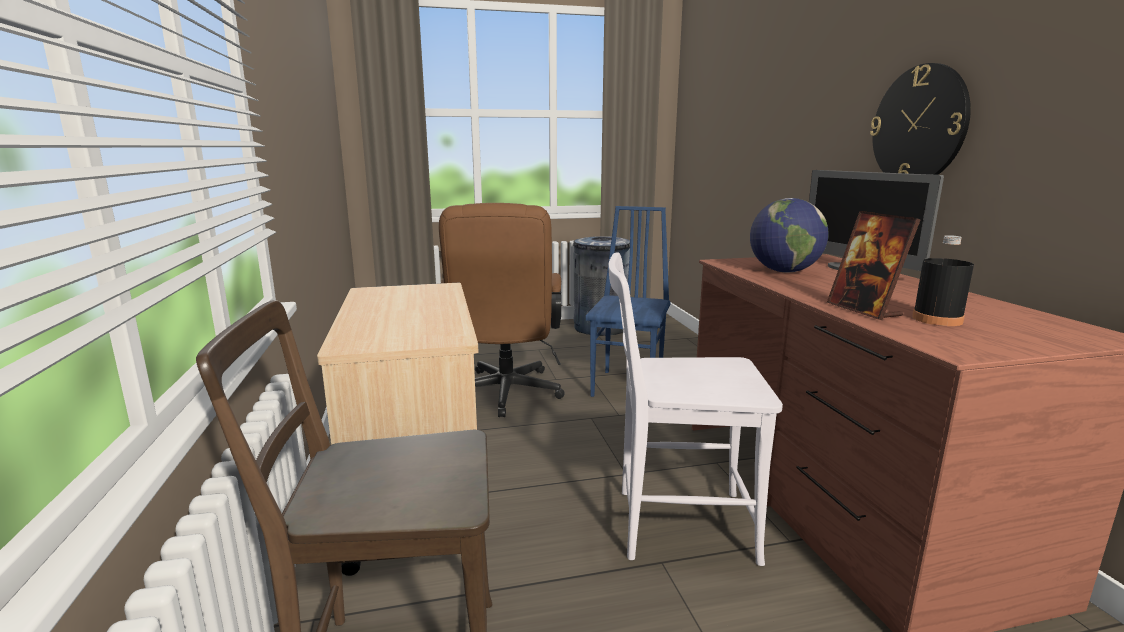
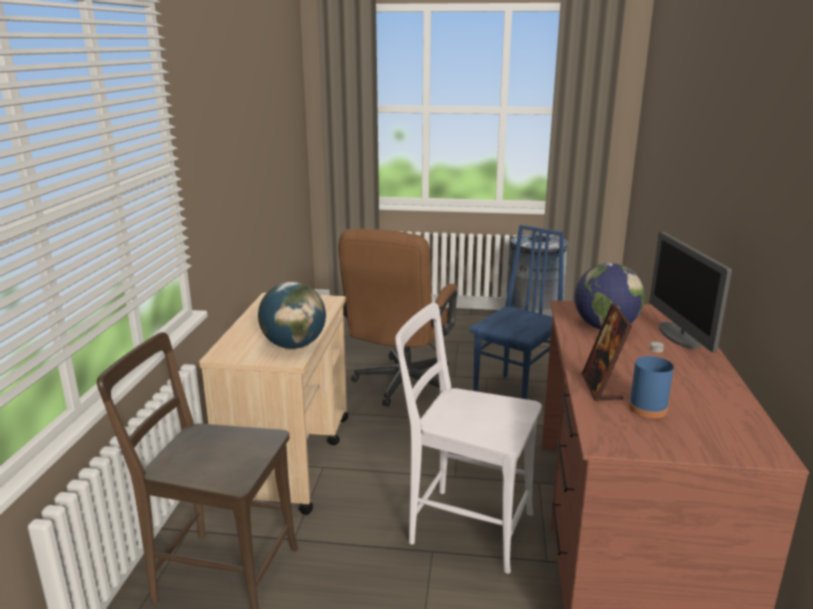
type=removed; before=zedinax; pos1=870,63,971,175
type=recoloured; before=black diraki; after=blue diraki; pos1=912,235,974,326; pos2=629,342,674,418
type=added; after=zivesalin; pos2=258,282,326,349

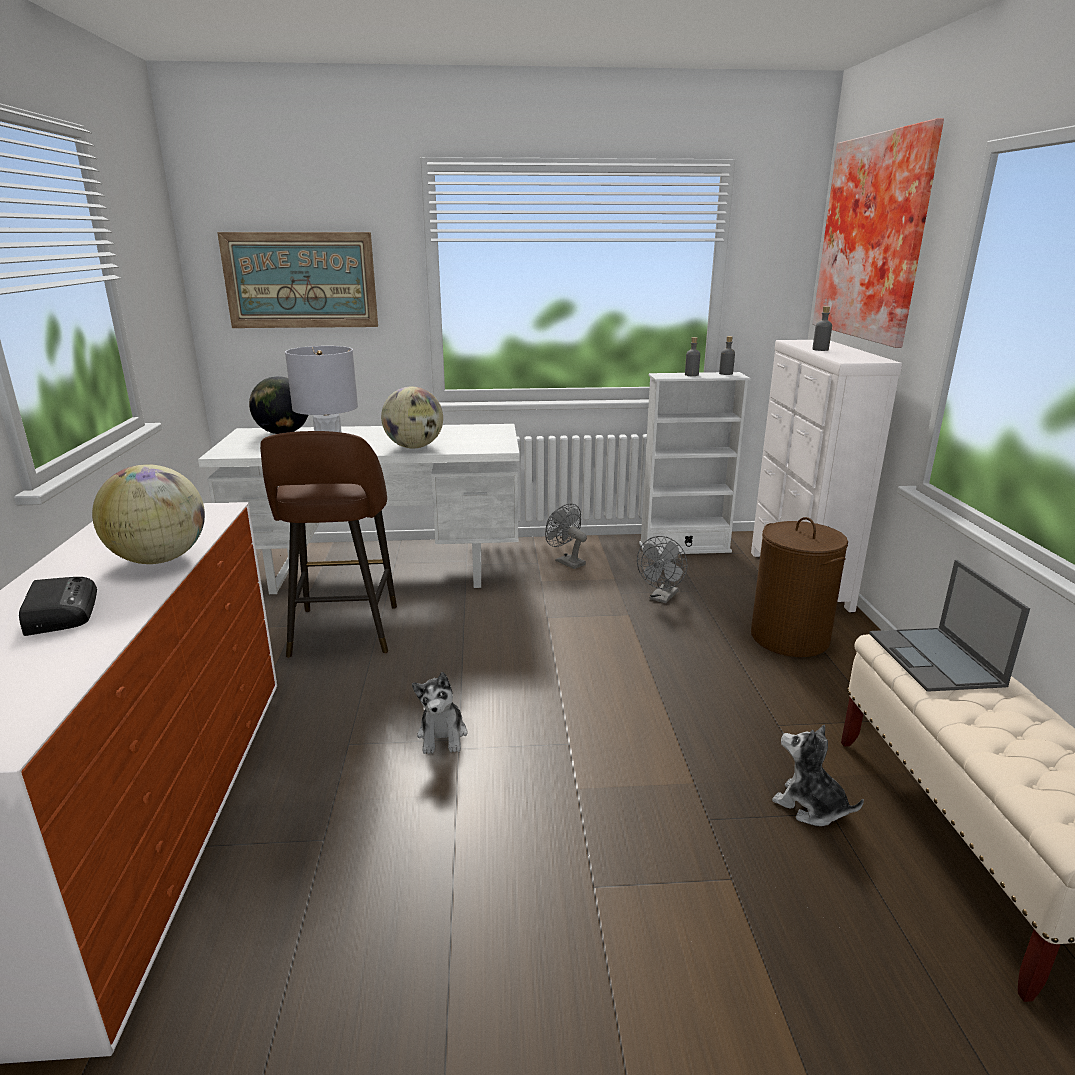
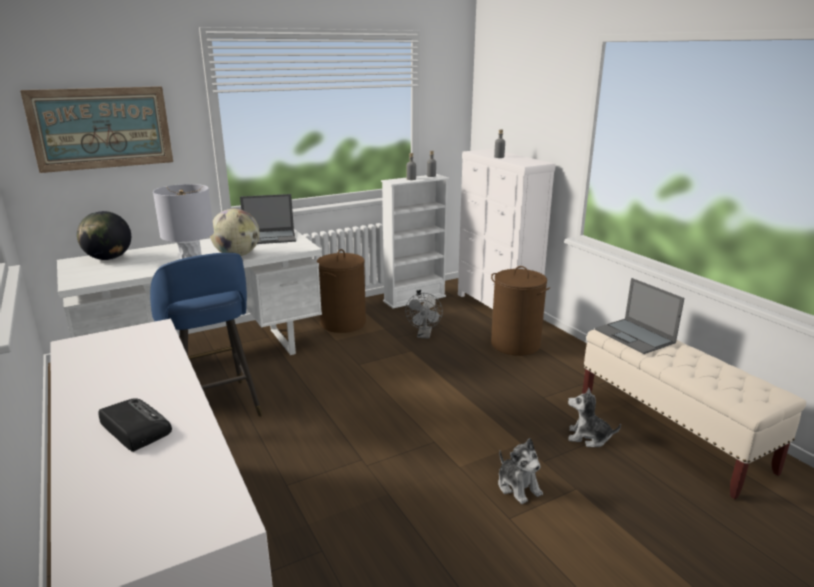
type=removed; before=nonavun; pos1=813,118,944,348
type=recoloured; before=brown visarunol; after=blue visarunol; pos1=260,431,397,658; pos2=150,253,263,417
type=removed; before=zivesalin; pos1=92,464,205,564
type=replaced; before=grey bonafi; after=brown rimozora; pos1=545,504,587,569; pos2=317,249,366,333
type=moved; before=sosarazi; pos1=412,672,468,754; pos2=498,438,543,504
type=added; after=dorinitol; pos2=240,194,296,244

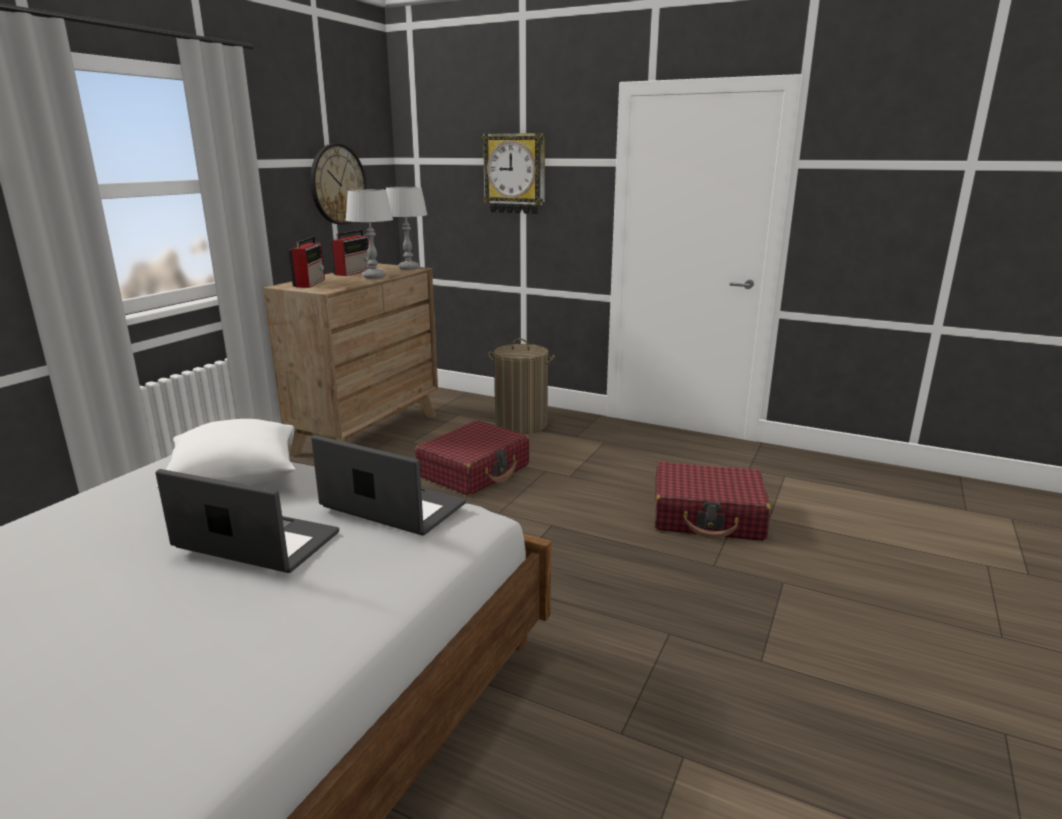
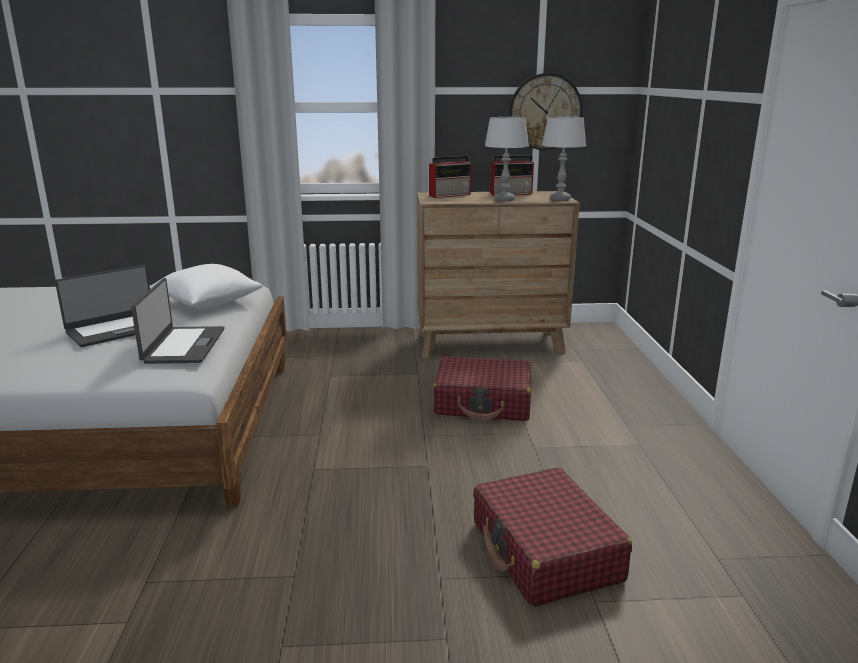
type=removed; before=zedinax; pos1=481,133,545,214
type=removed; before=rimozora; pos1=488,338,555,434
type=turned; before=dorinitol; pos1=156,469,339,573; pos2=55,265,150,347; turn=60

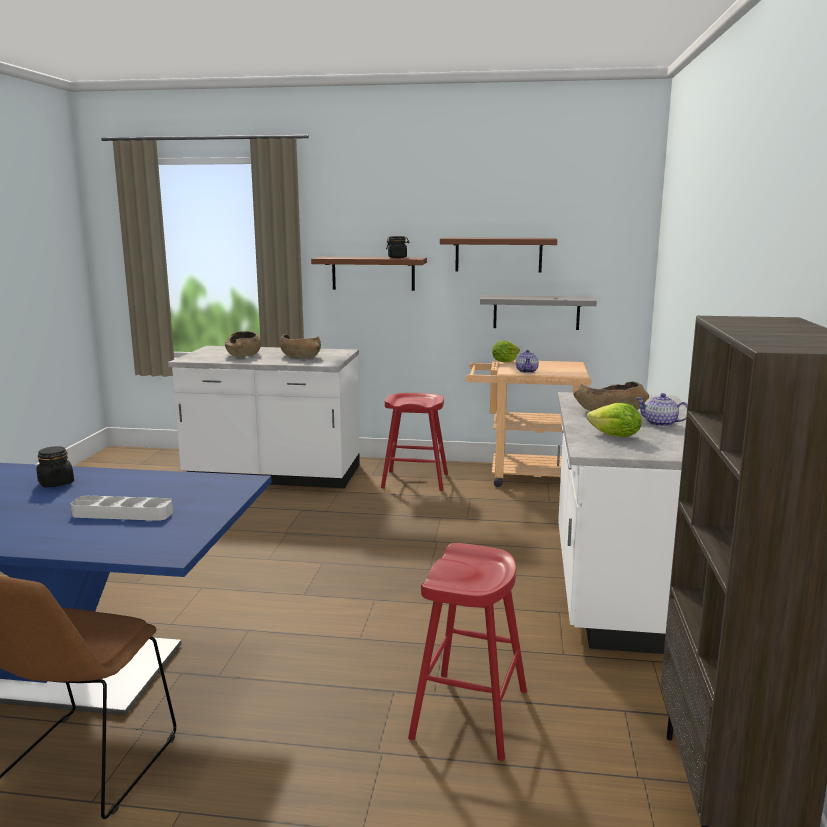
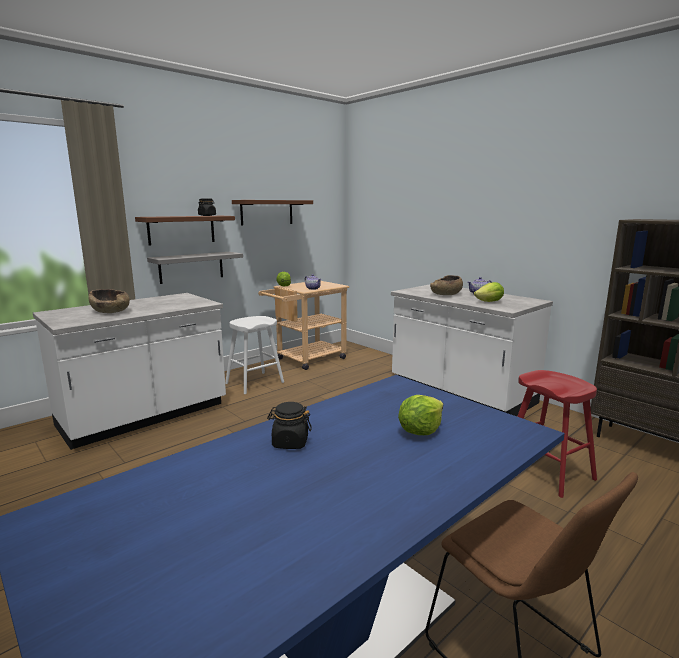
type=moved; before=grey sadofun; pos1=480,295,597,330; pos2=147,252,243,284
type=removed; before=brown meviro; pos1=279,334,321,359
type=recoloured; before=red visarunol; after=white visarunol; pos1=381,393,448,491; pos2=225,316,284,394
type=replaced; before=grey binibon; after=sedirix; pos1=71,496,173,521; pos2=398,395,443,435

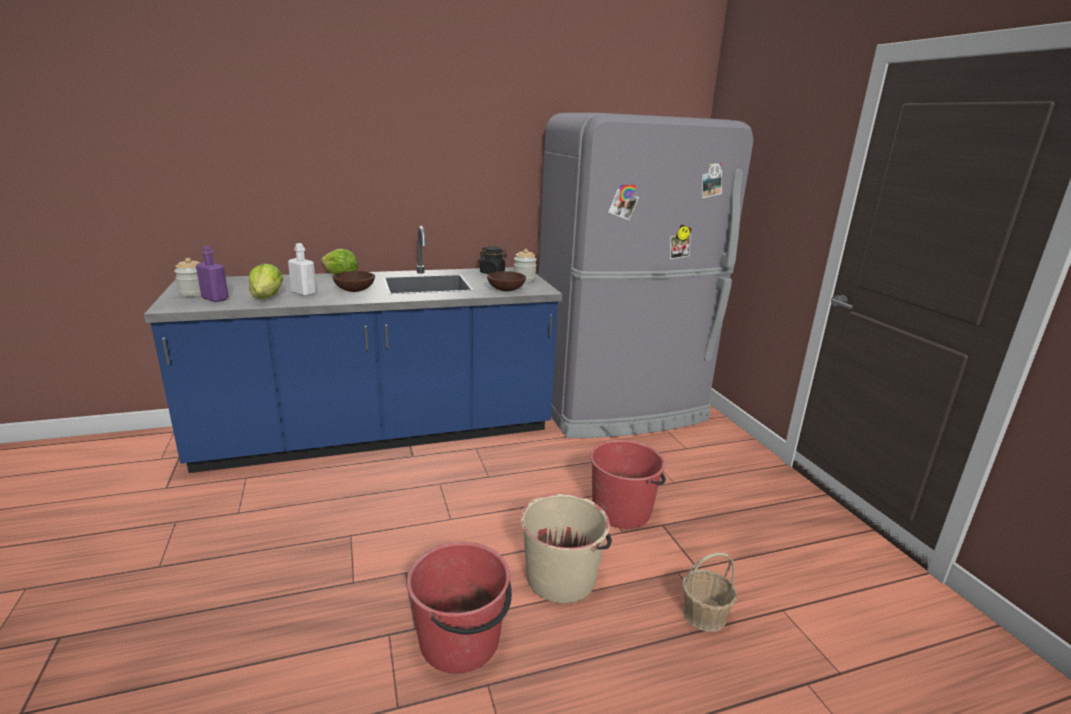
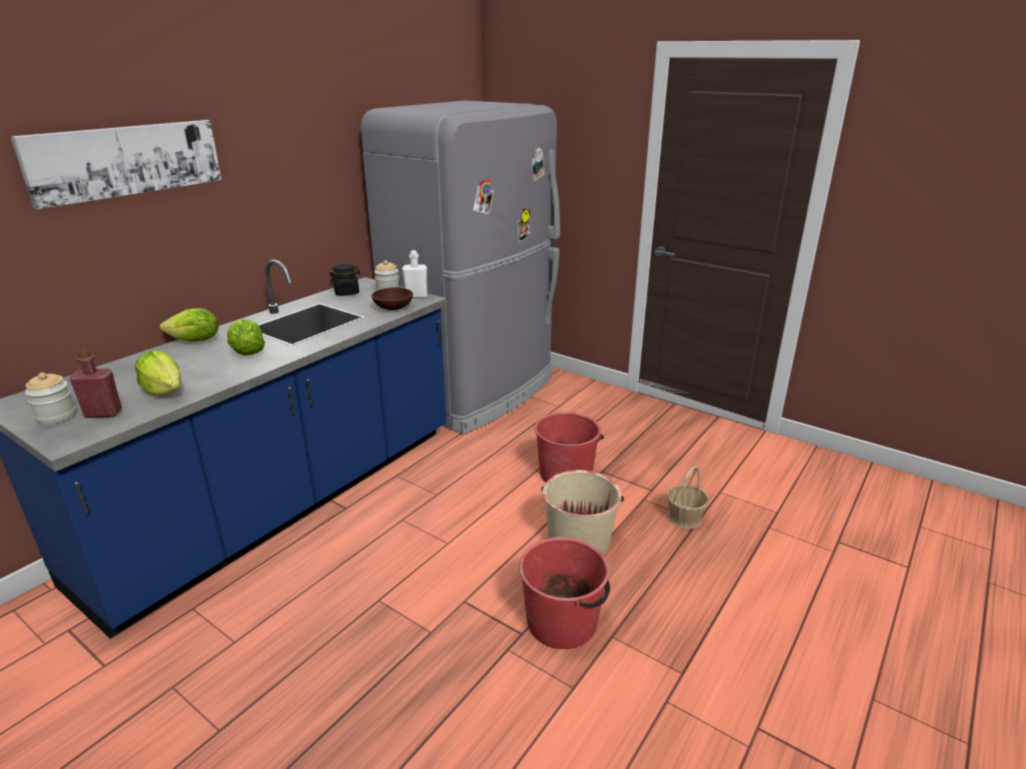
type=moved; before=white diraki; pos1=288,243,316,296; pos2=402,250,428,298
type=recoloured; before=purple diraki; after=red diraki; pos1=196,246,229,302; pos2=70,350,122,418
type=replaced; before=brown meviro; after=sedirix; pos1=332,271,375,292; pos2=227,319,265,355
type=added; after=nonavun; pos2=11,120,221,209

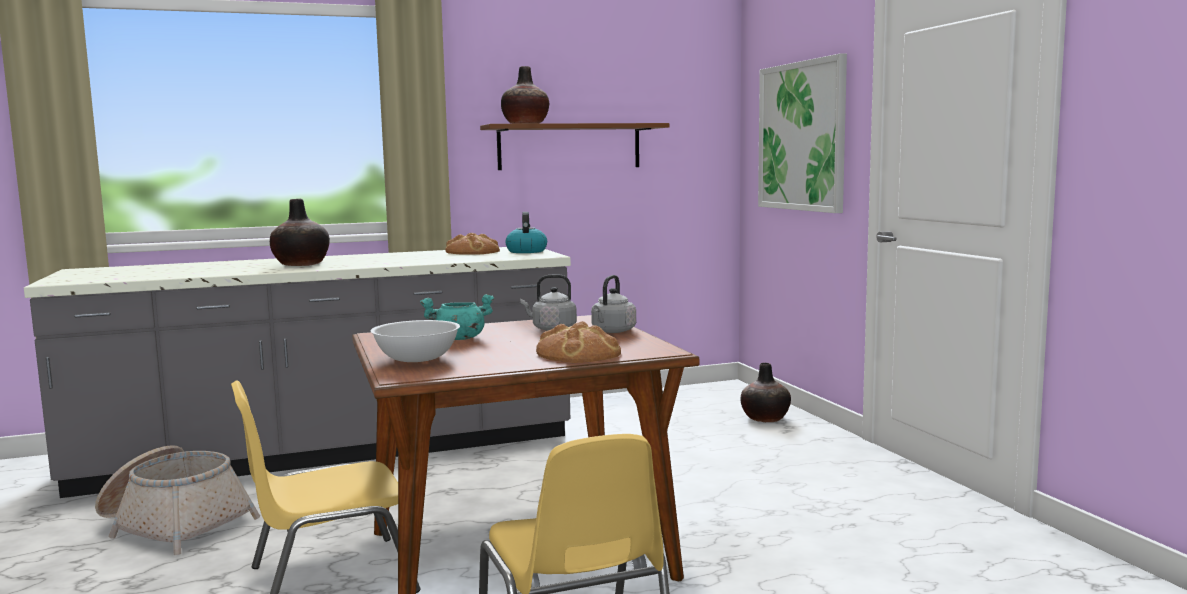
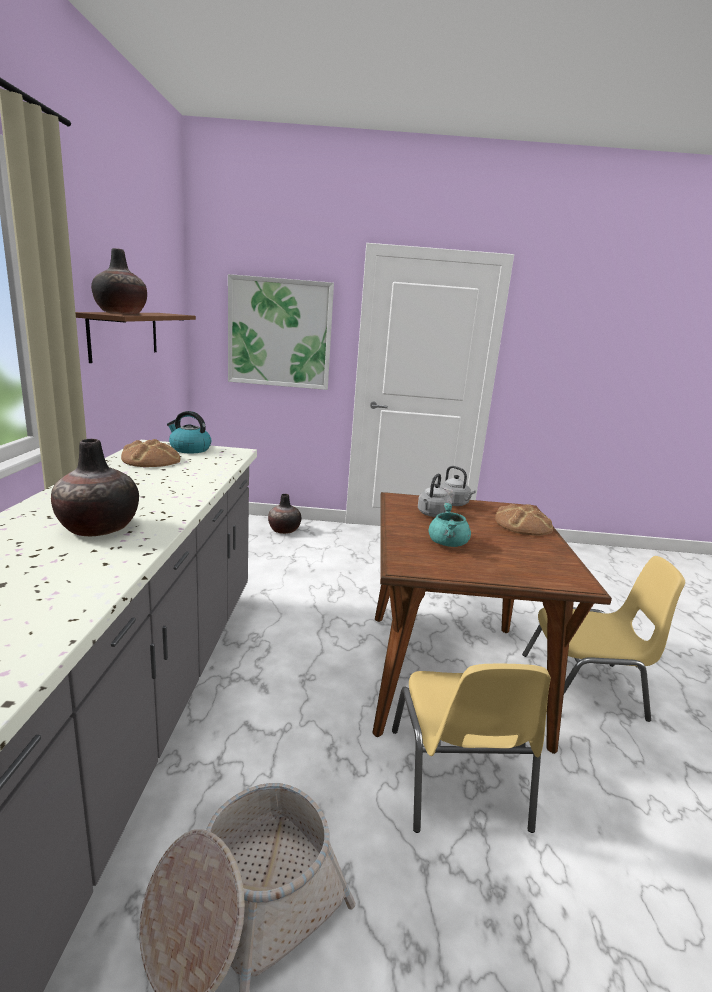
type=removed; before=white meviro; pos1=371,320,460,362

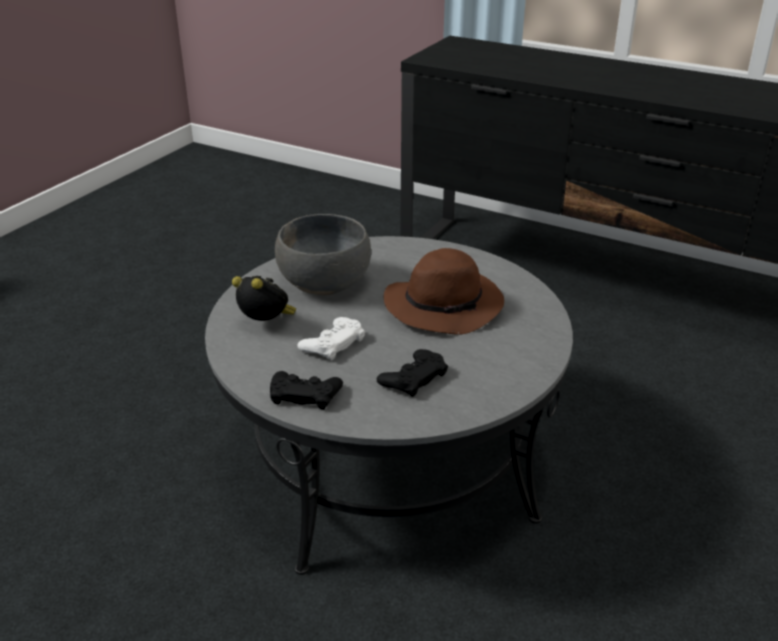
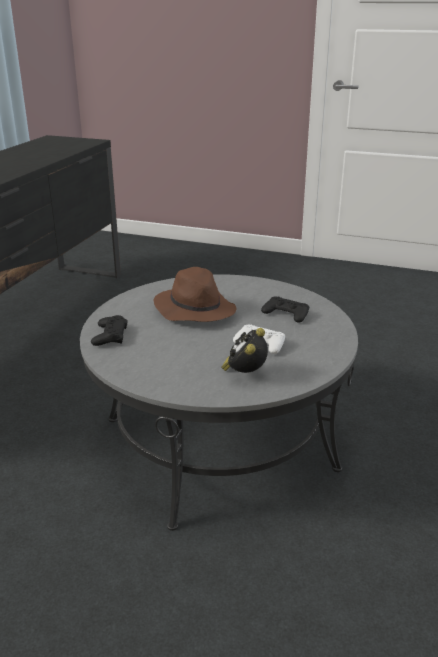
type=removed; before=grey meviro; pos1=275,214,371,295
type=moved; before=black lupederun; pos1=270,371,343,410; pos2=91,315,128,346

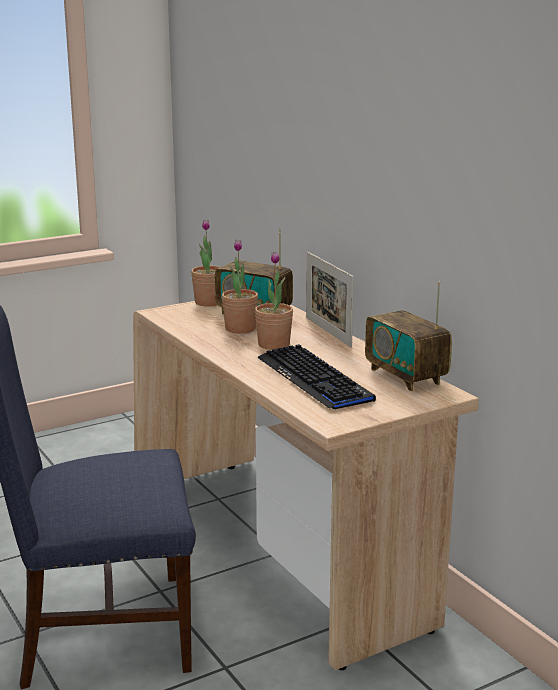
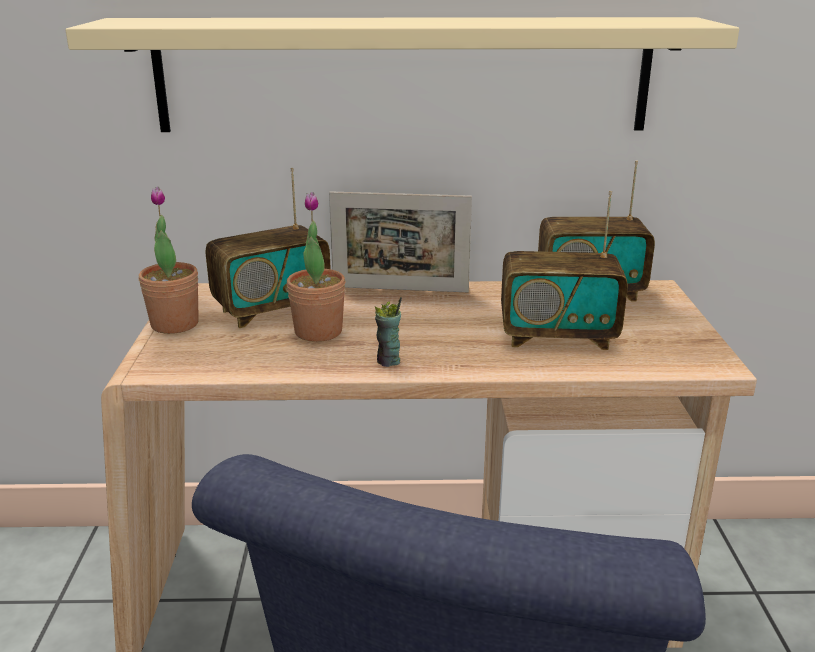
type=removed; before=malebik; pos1=255,252,293,350
type=replaced; before=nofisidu; after=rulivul; pos1=257,344,376,409; pos2=501,191,628,350
type=added; after=beige sadofun; pos2=65,17,739,132
type=added; after=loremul; pos2=375,297,402,367

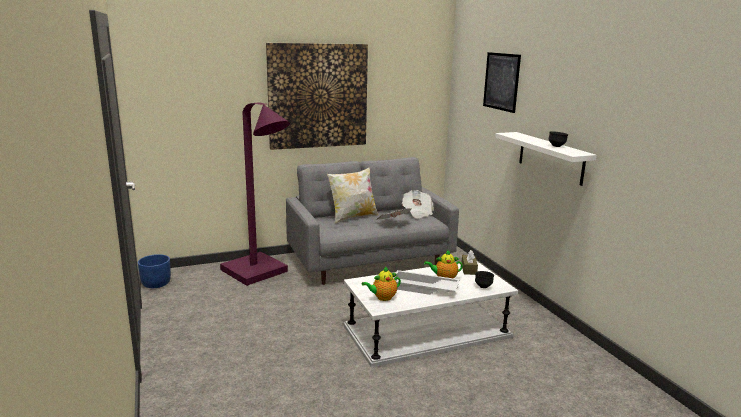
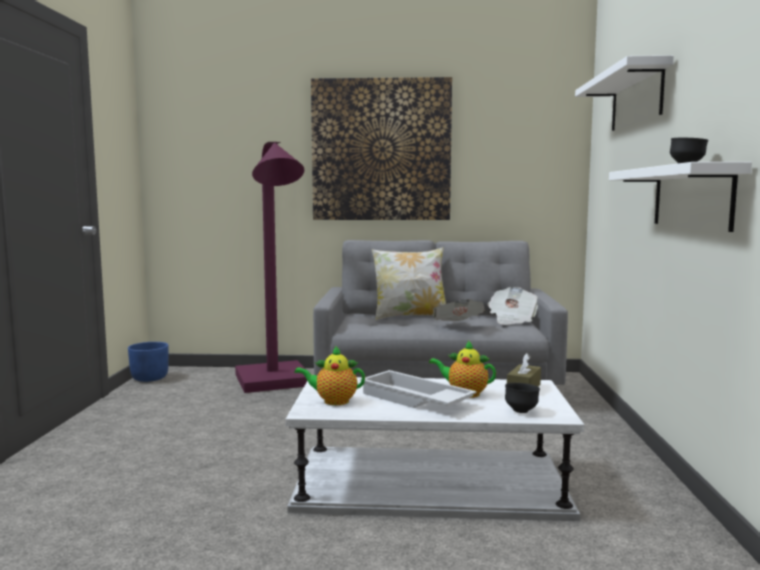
type=replaced; before=nonavun; after=white sadofun; pos1=483,52,521,113; pos2=575,55,674,131

